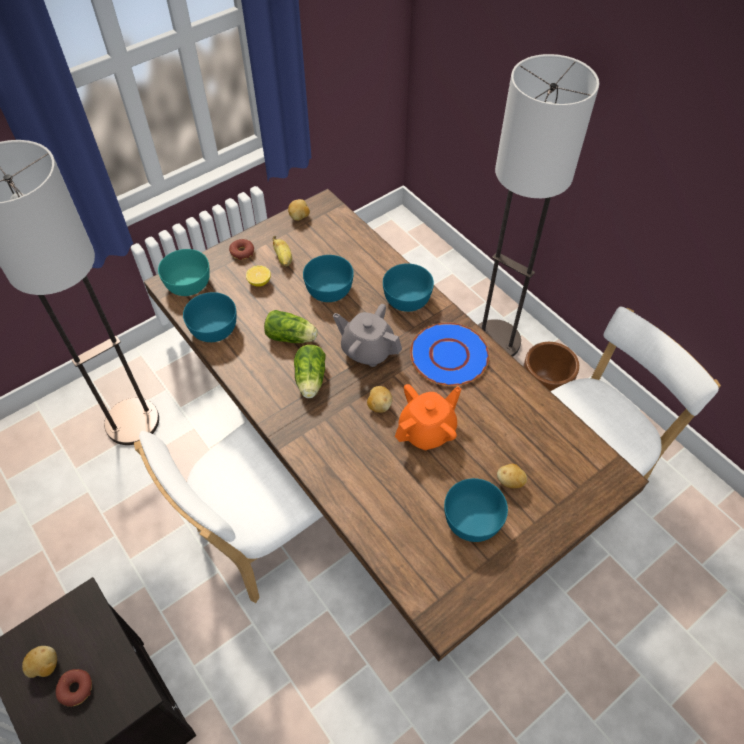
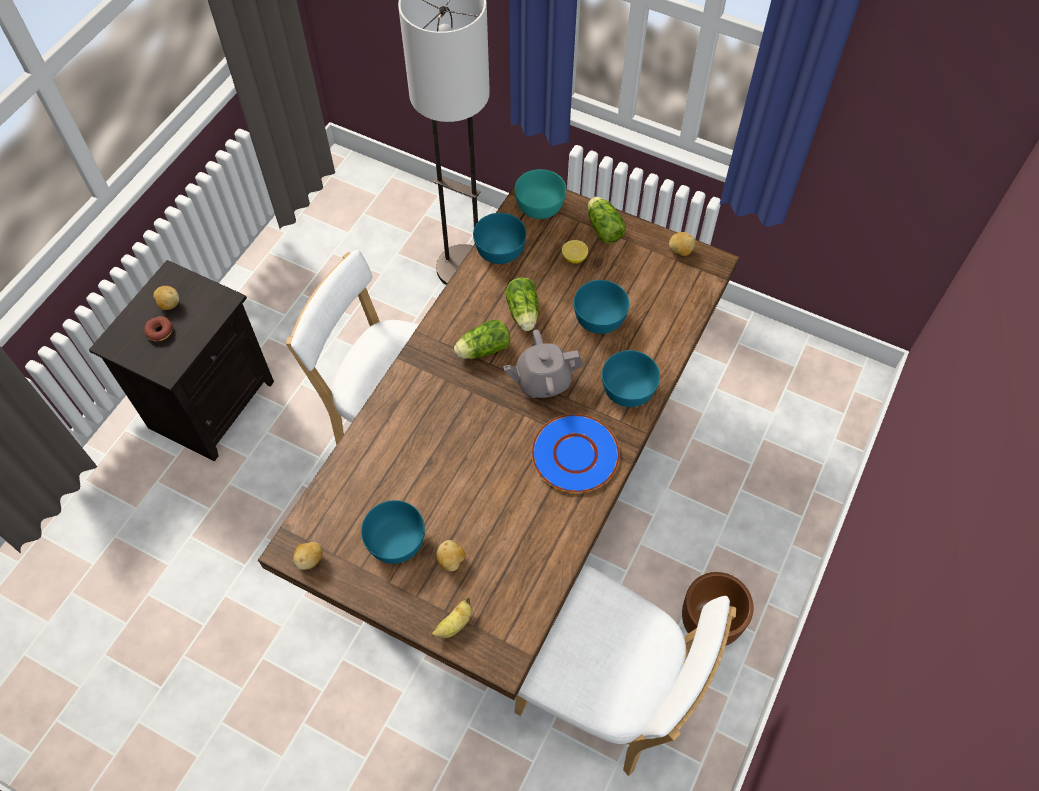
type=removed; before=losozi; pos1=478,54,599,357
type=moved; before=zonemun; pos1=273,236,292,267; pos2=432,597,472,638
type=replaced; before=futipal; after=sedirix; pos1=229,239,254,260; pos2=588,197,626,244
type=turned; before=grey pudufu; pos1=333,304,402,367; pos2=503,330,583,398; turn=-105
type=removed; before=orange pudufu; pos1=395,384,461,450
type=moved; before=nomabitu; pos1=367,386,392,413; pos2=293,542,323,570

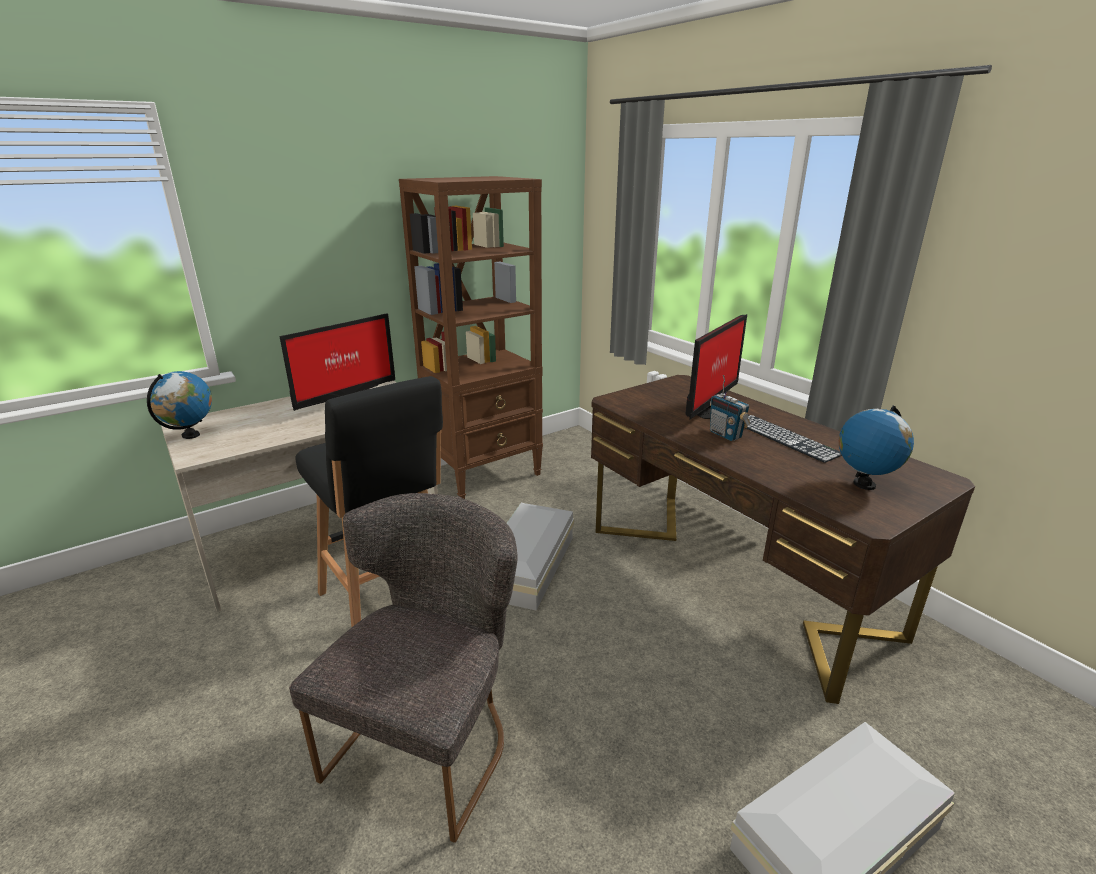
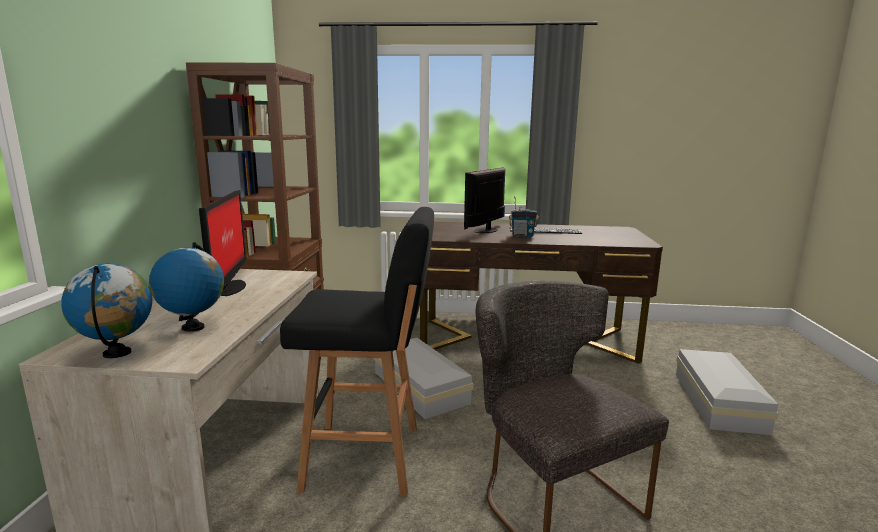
type=turned; before=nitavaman; pos1=685,314,747,420; pos2=464,167,505,233; turn=-135
type=moved; before=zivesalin; pos1=839,406,914,490; pos2=149,242,224,332

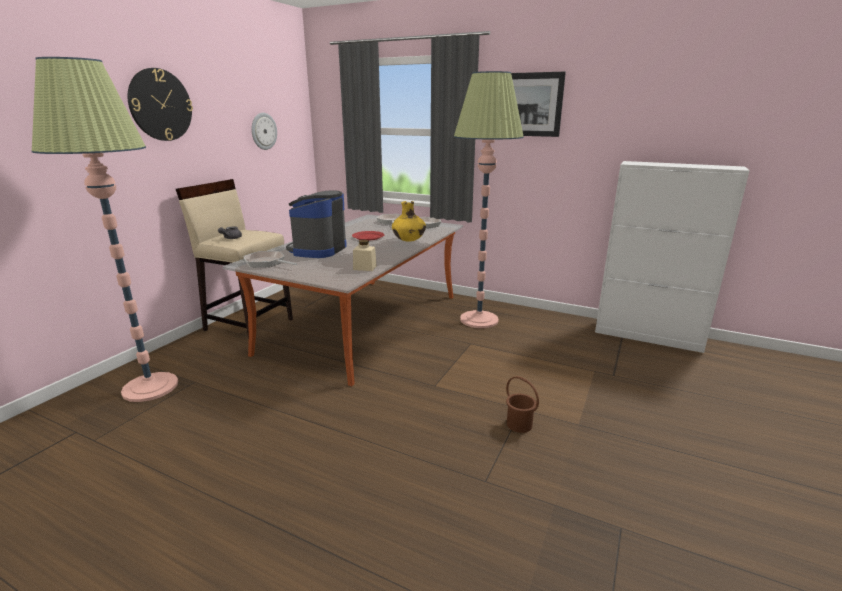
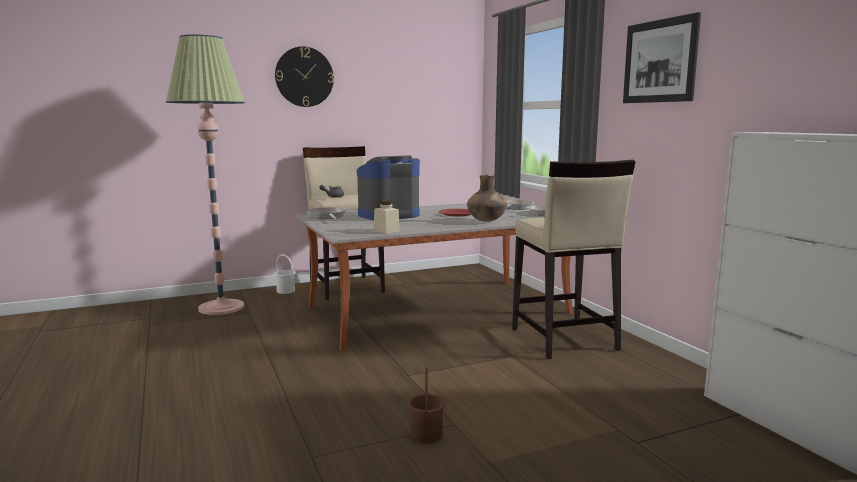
type=replaced; before=losozi; after=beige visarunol; pos1=454,71,524,328; pos2=512,160,636,359
type=removed; before=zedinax; pos1=251,113,277,150
type=recoloured; before=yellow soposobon; after=brown soposobon; pos1=392,201,426,242; pos2=467,175,507,222
type=added; after=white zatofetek; pos2=274,254,296,294

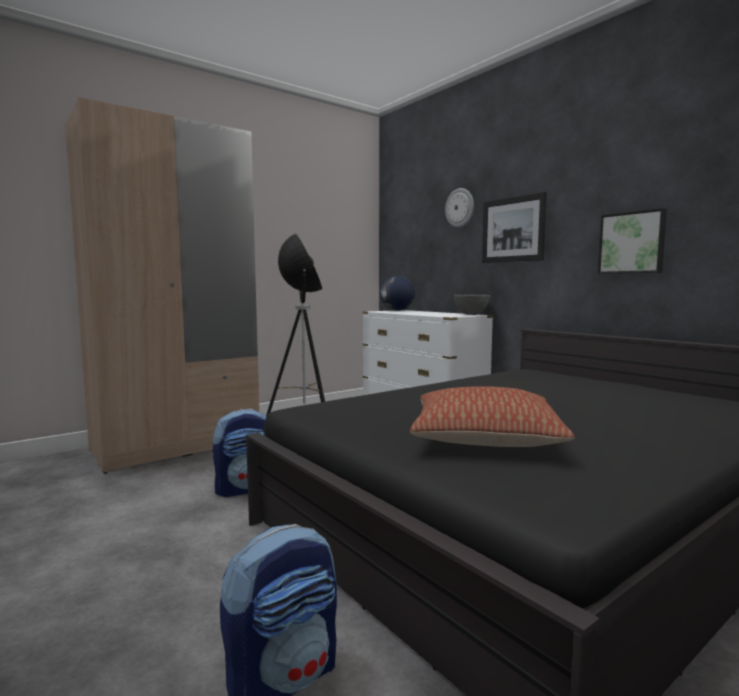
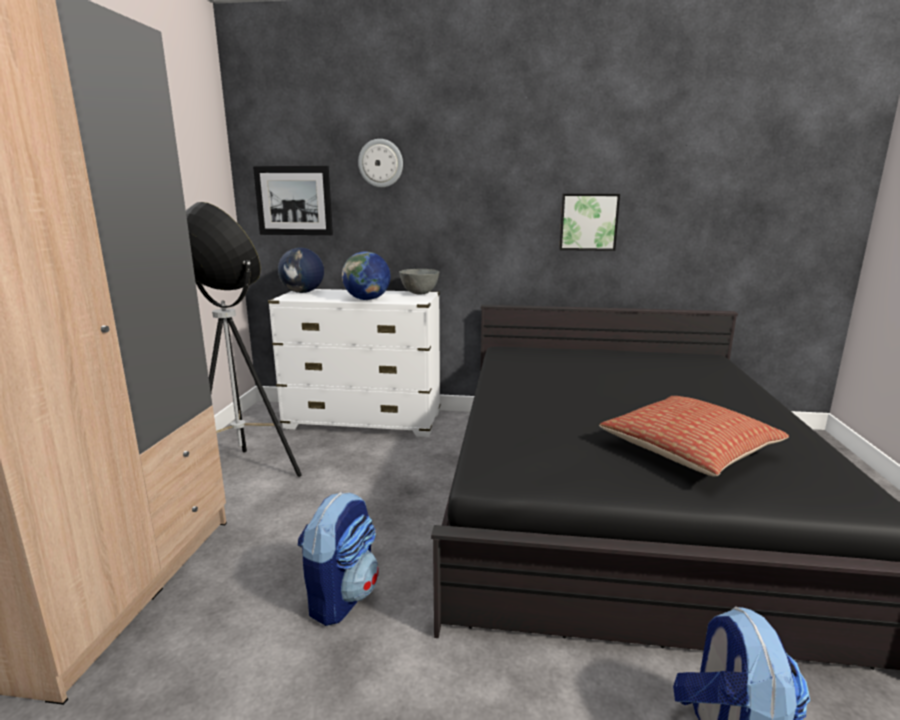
type=moved; before=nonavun; pos1=482,192,547,263; pos2=253,166,333,235
type=added; after=zivesalin; pos2=342,251,390,300

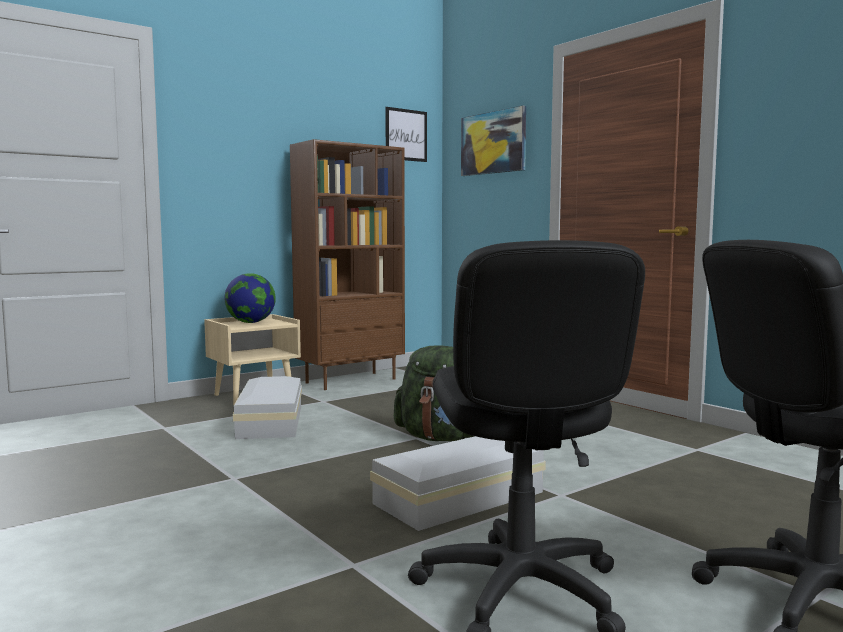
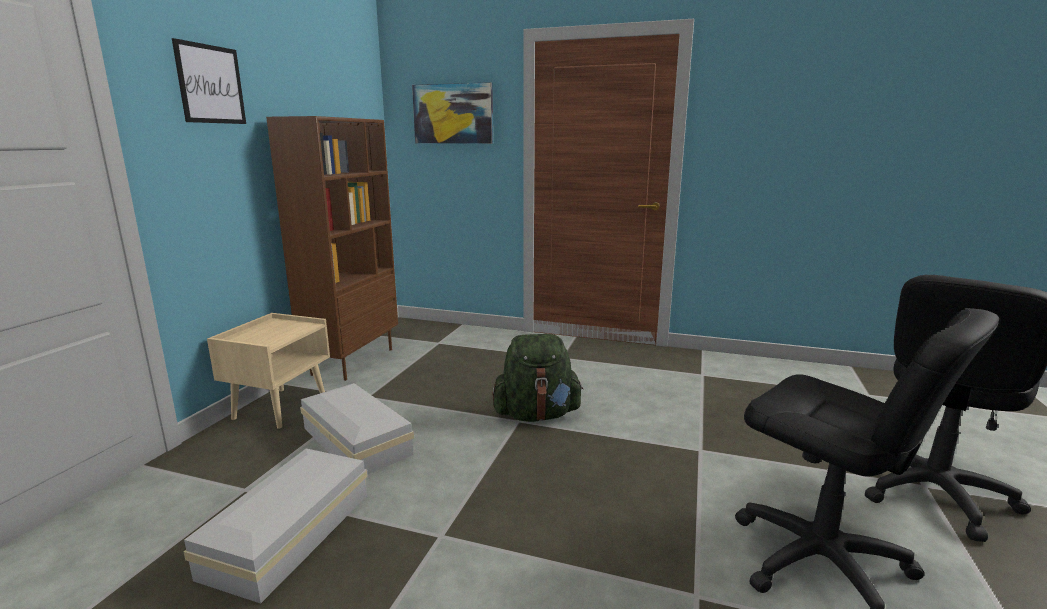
type=moved; before=nonavun; pos1=385,107,427,162; pos2=172,38,246,124
type=removed; before=zivesalin; pos1=224,273,276,323
type=moved; before=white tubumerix; pos1=370,436,546,531; pos2=184,449,367,604

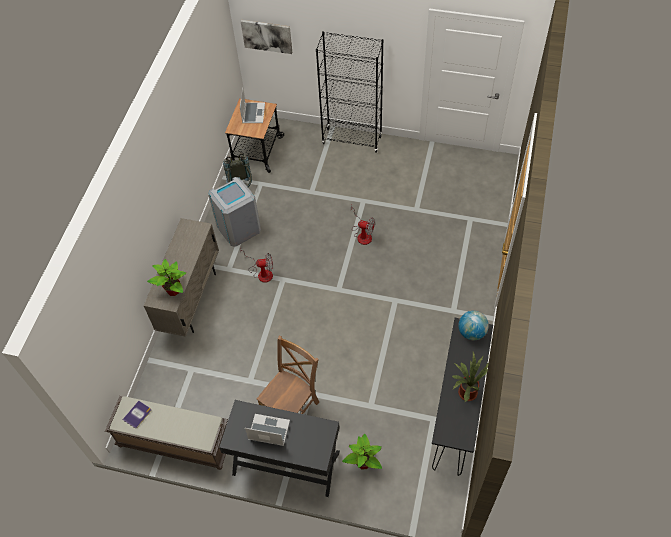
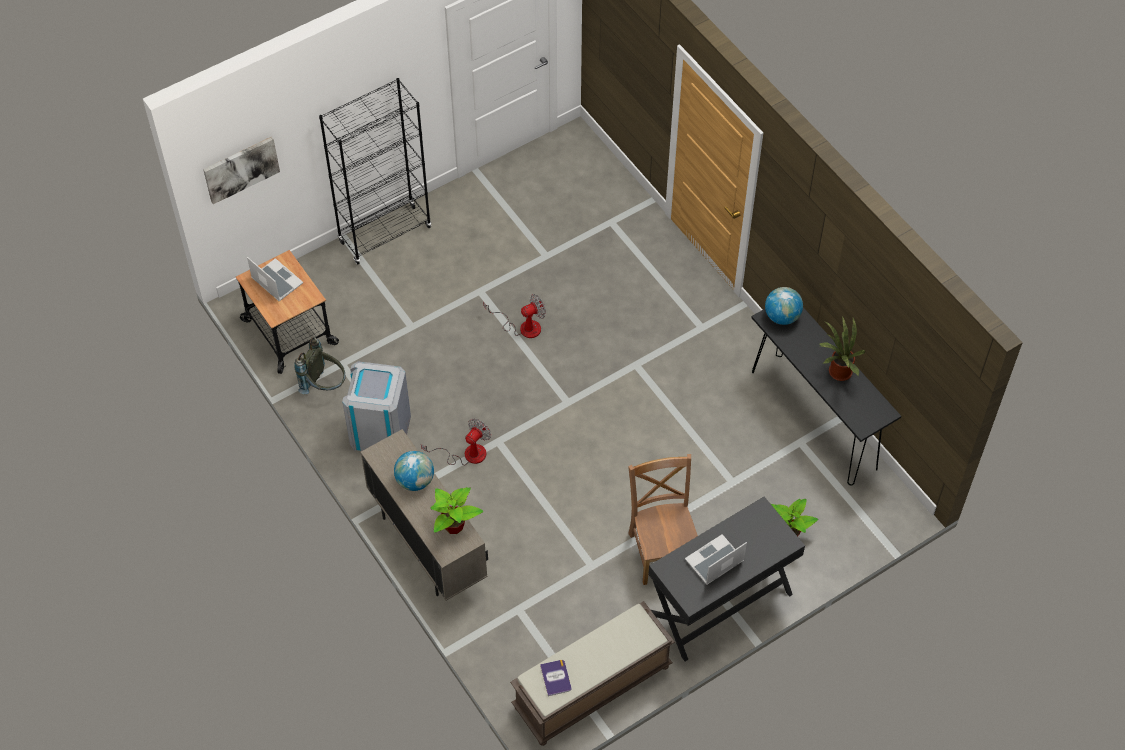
type=added; after=zivesalin; pos2=394,451,434,491

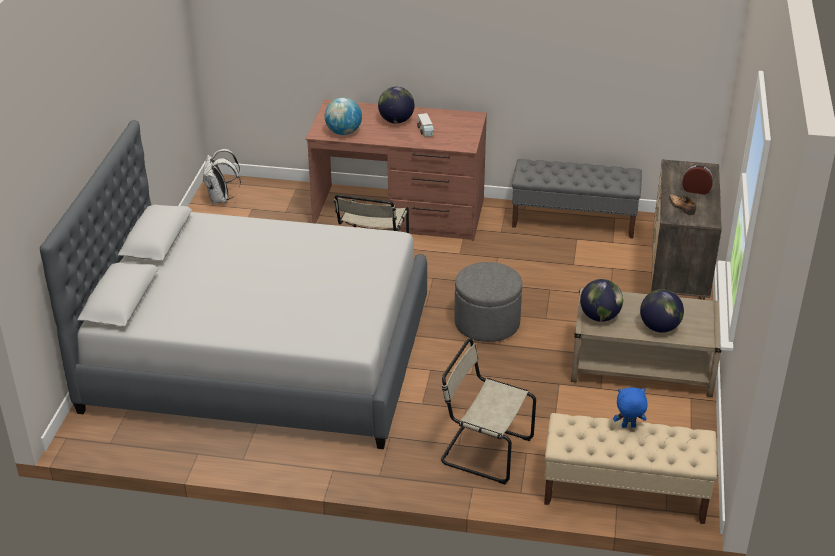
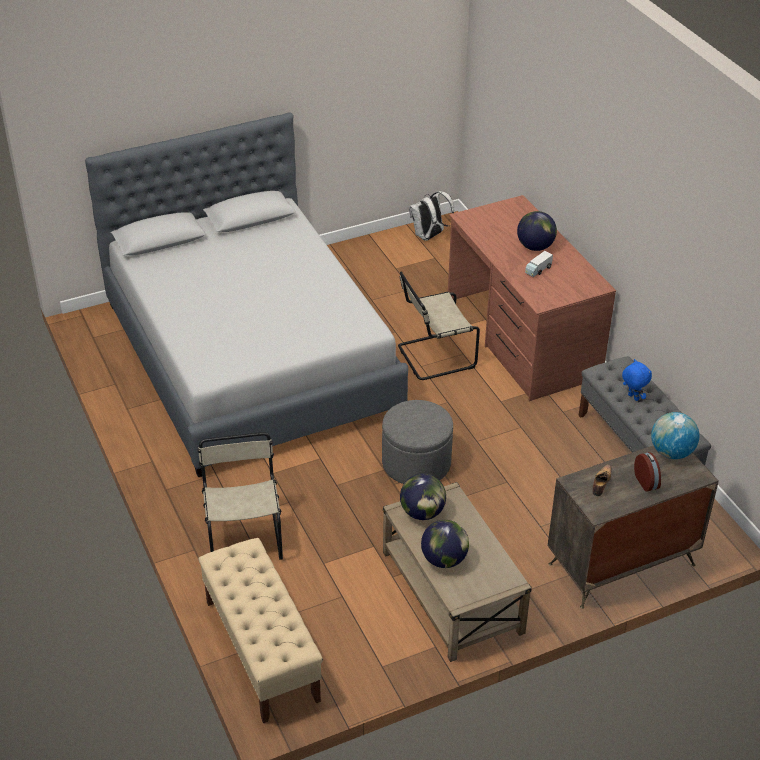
type=moved; before=zivesalin; pos1=325,98,362,135; pos2=651,412,699,459
type=moved; before=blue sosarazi; pos1=613,387,647,428; pos2=622,359,652,401

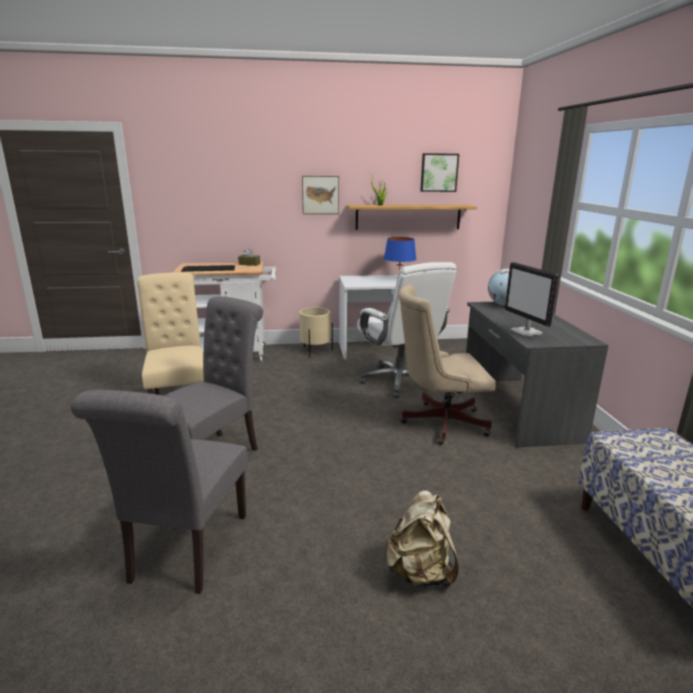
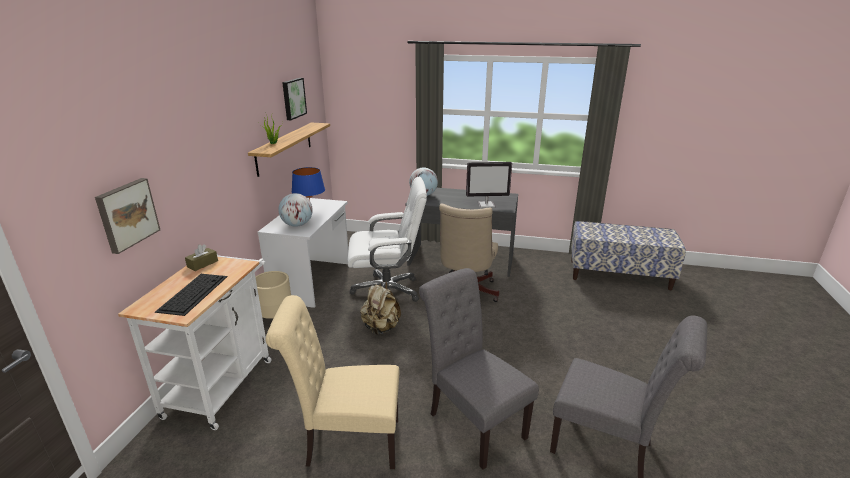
type=moved; before=nonavun; pos1=302,176,339,214; pos2=95,178,160,254
type=moved; before=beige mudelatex; pos1=384,490,459,589; pos2=360,281,401,335
type=added; after=zivesalin; pos2=278,193,313,227

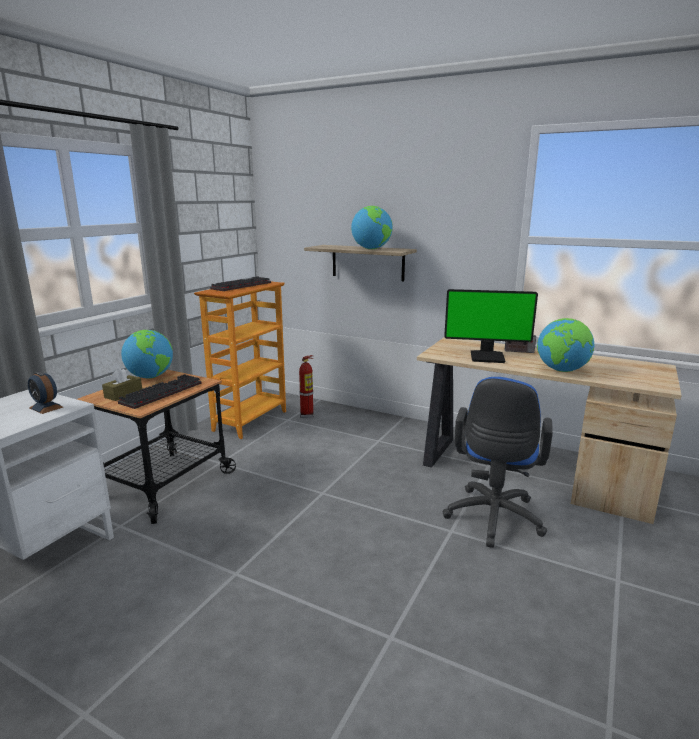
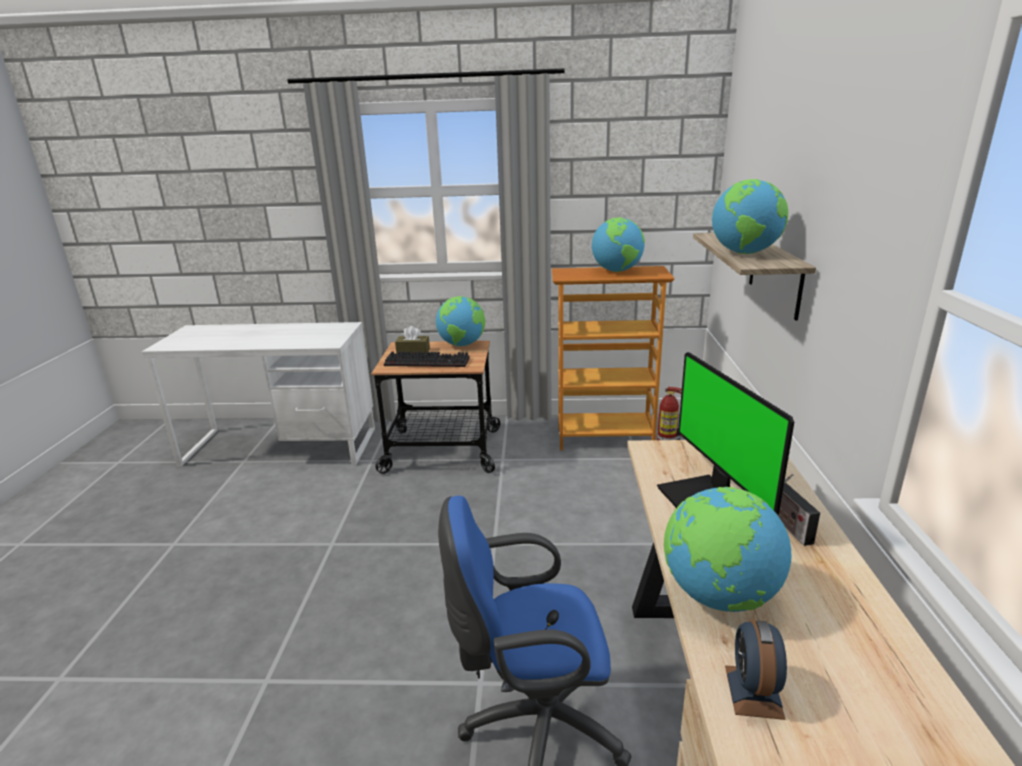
type=replaced; before=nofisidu; after=zivesalin; pos1=210,277,271,291; pos2=592,217,645,272
type=moved; before=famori; pos1=28,371,63,414; pos2=725,620,787,720

